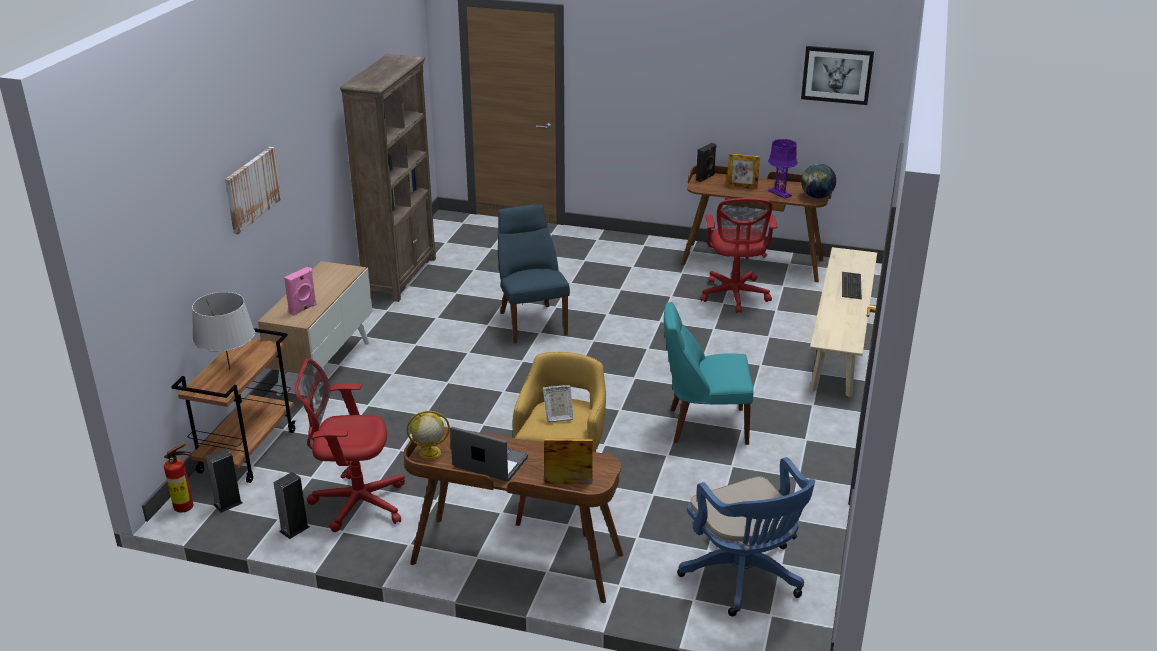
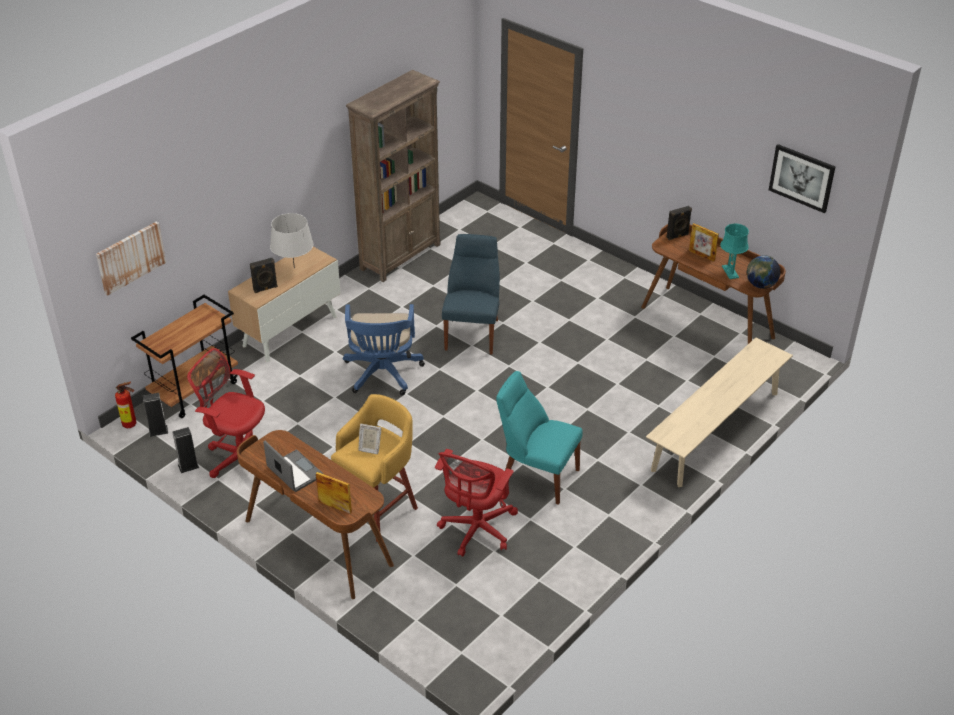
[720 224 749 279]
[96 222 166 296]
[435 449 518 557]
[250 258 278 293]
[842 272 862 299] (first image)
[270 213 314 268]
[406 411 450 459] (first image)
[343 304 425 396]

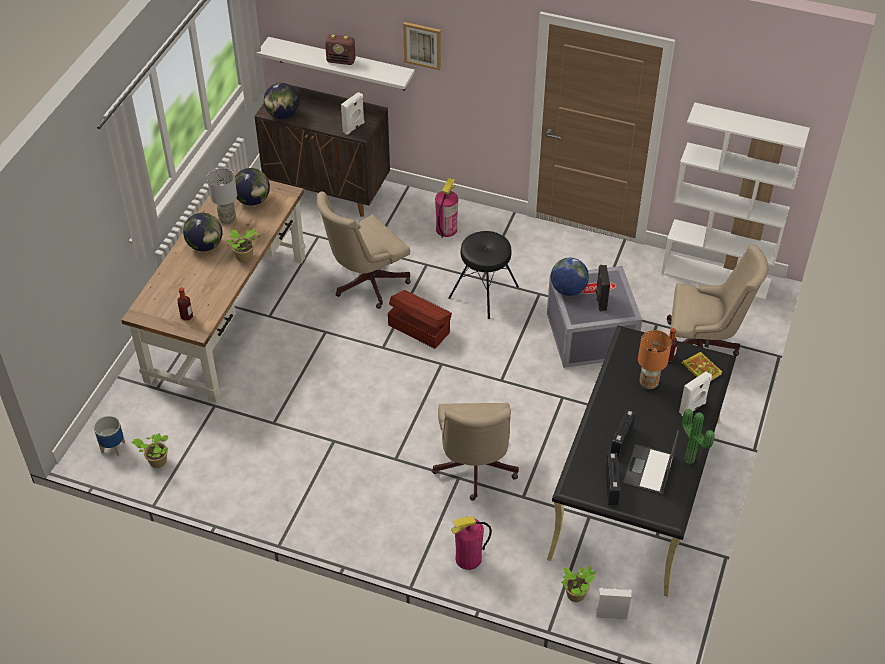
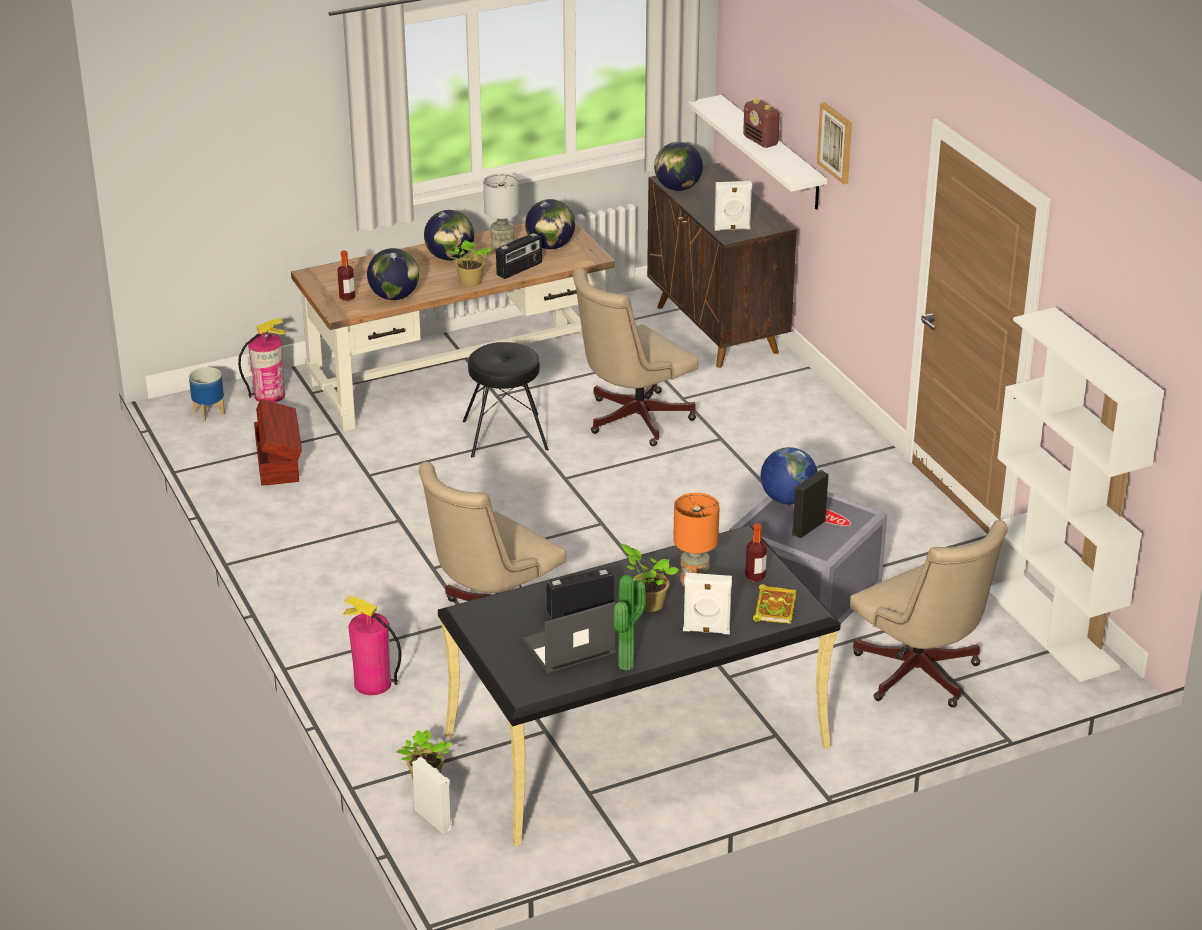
[238 318 286 402]
[573 268 698 446]
[463 342 549 458]
[254 399 302 486]
[621 544 679 612]
[496 233 542 279]
[367 248 419 300]

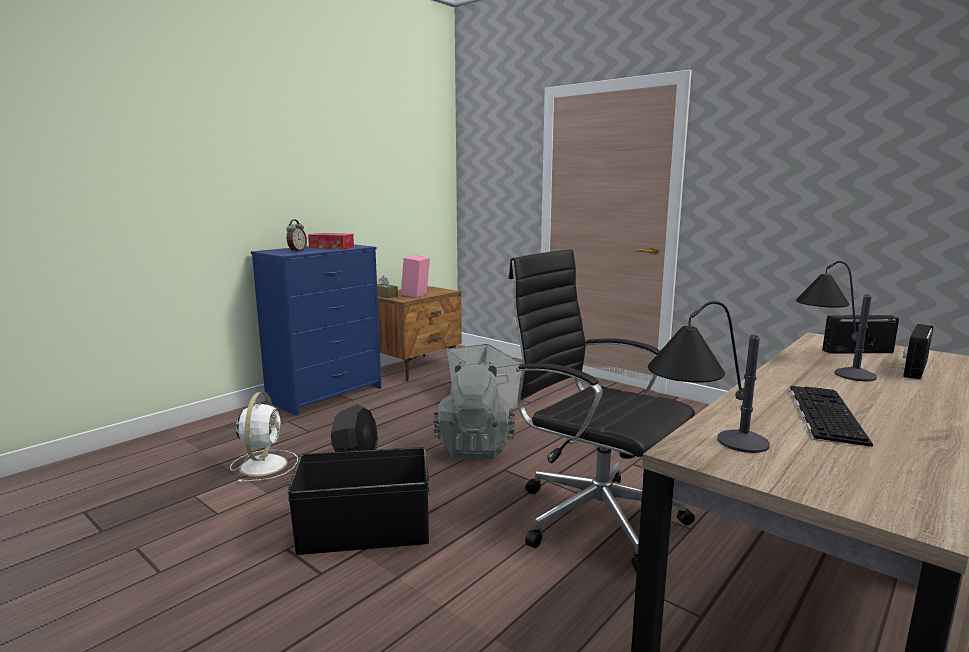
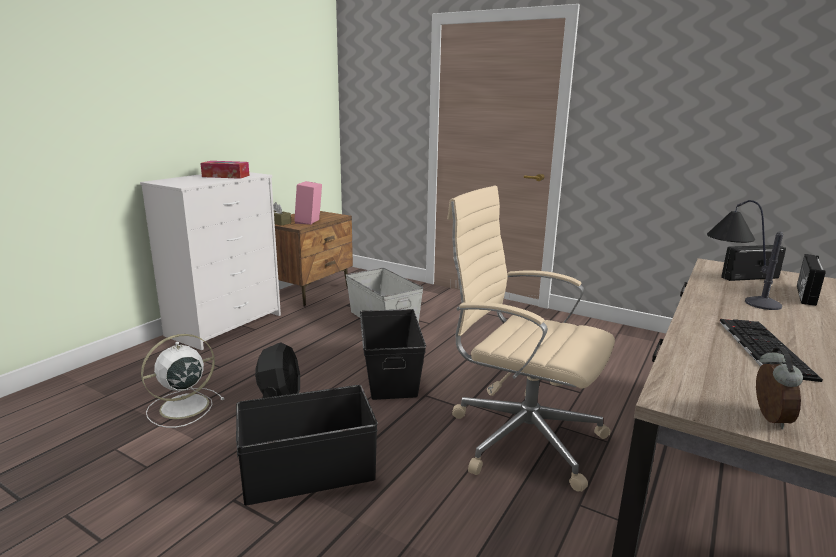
[756 347 803 429]
[140 172 281 350]
[447 186 615 492]
[648 301 770 453] (first image)
[360 309 426 400]
[141 334 224 428]

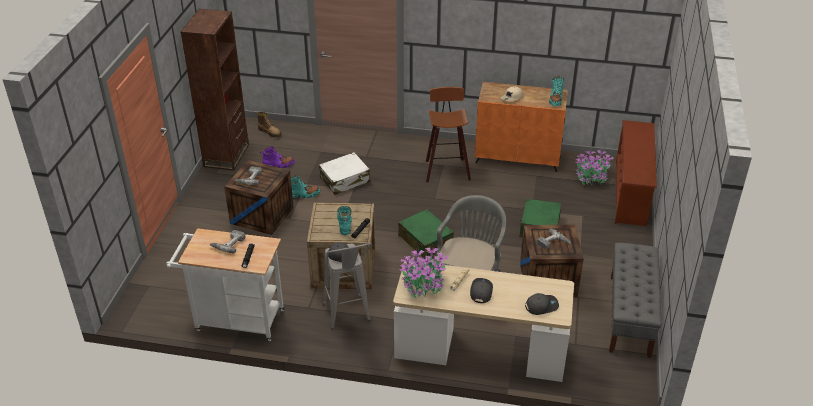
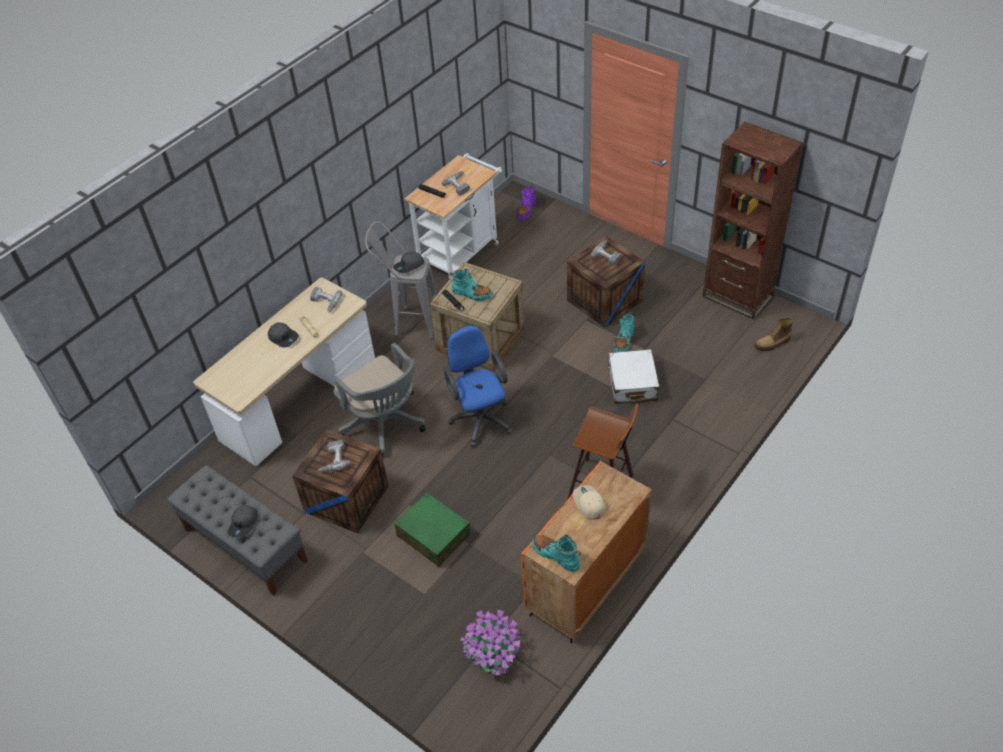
[615 120 657 226] (first image)
[516 184 536 220]
[444 325 513 447]
[310 287 342 312]
[228 505 258 537]

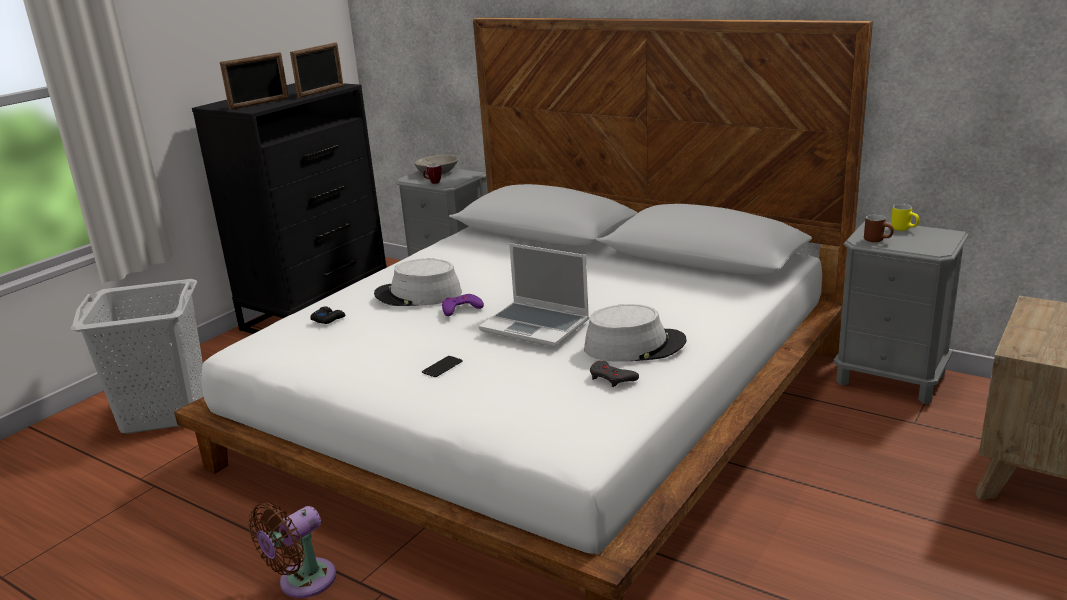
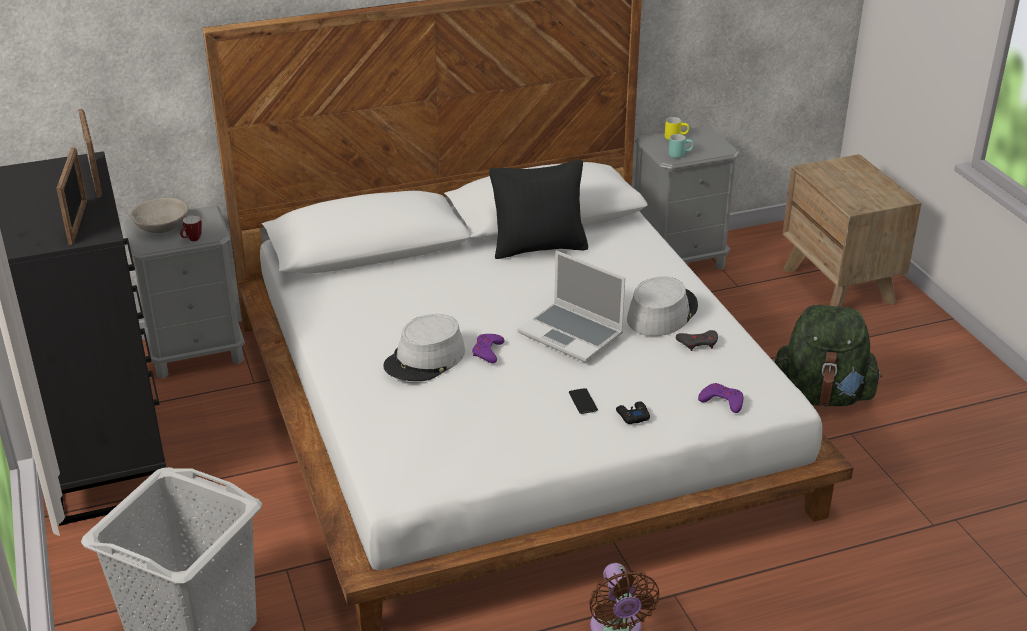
[669 134 694 158]
[518 250 625 362]
[616 401 650 424]
[489 160 588 259]
[773 305 882 407]
[698 383 743 413]

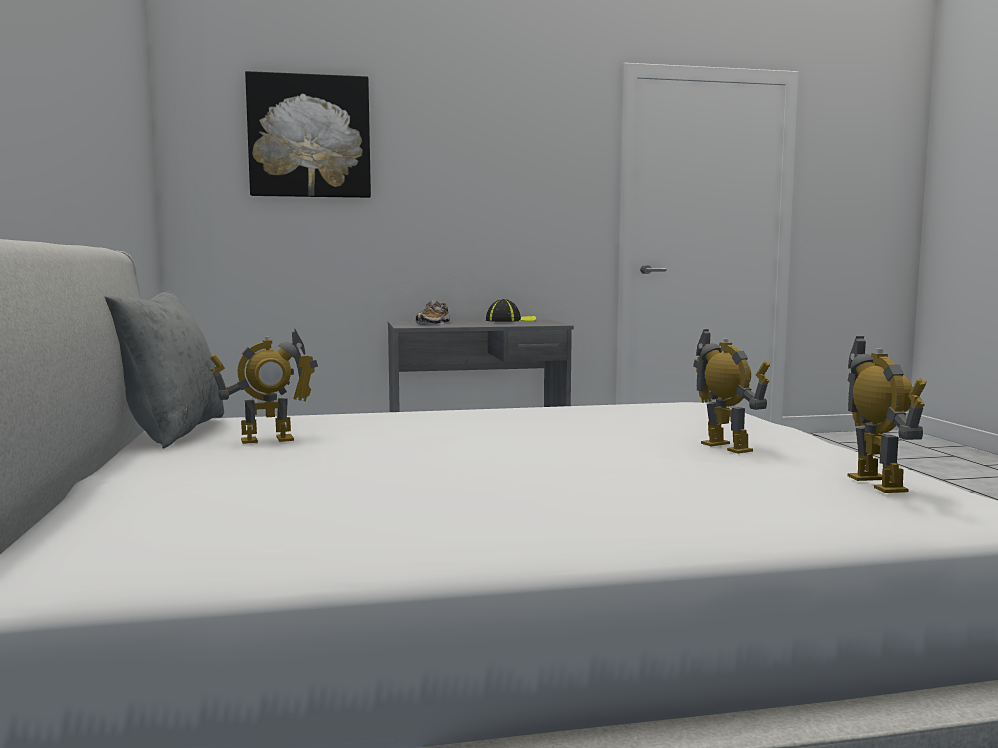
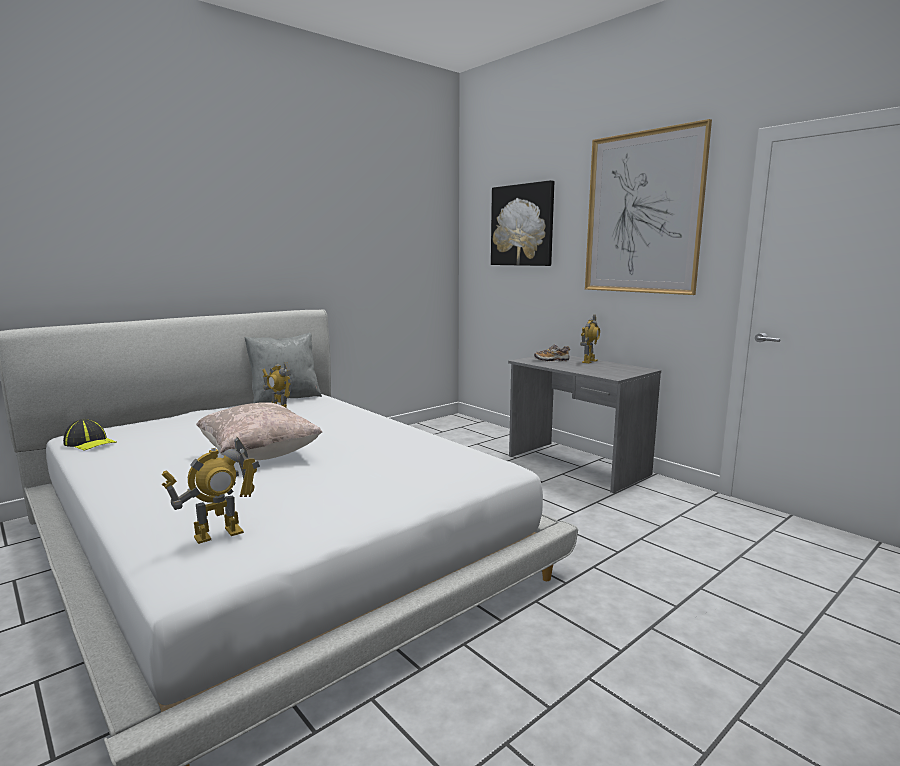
[63 419 116 451]
[580 315 600 364]
[585 119 712 295]
[196 402 322 461]

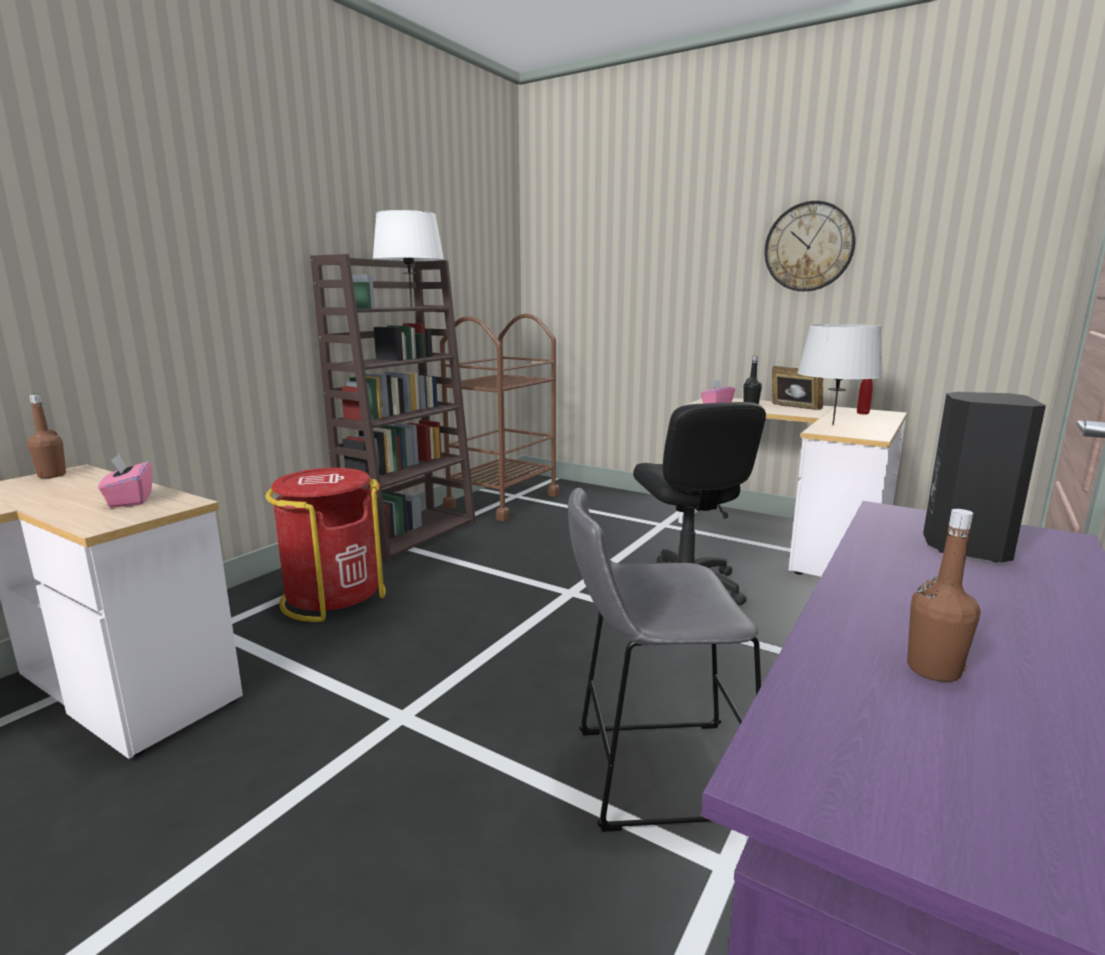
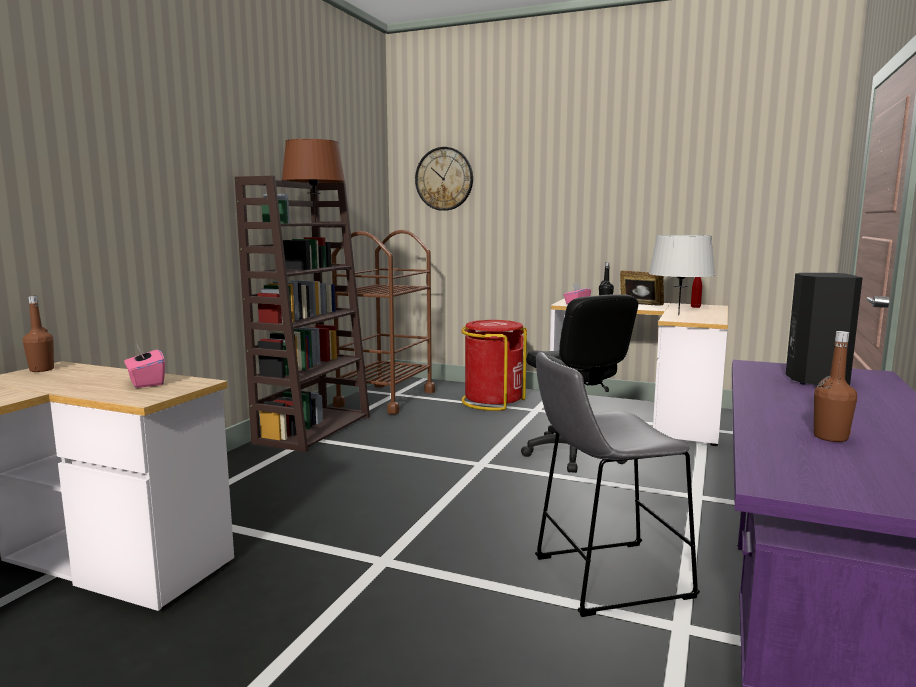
[415 147 473 211]
[282 139 345 223]
[461 320 527 411]

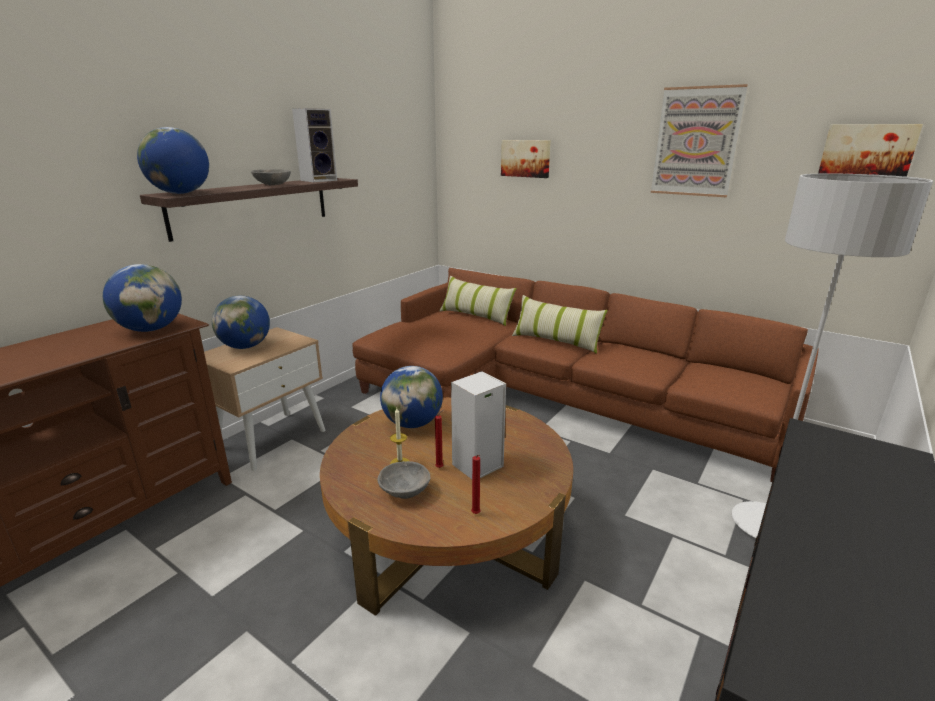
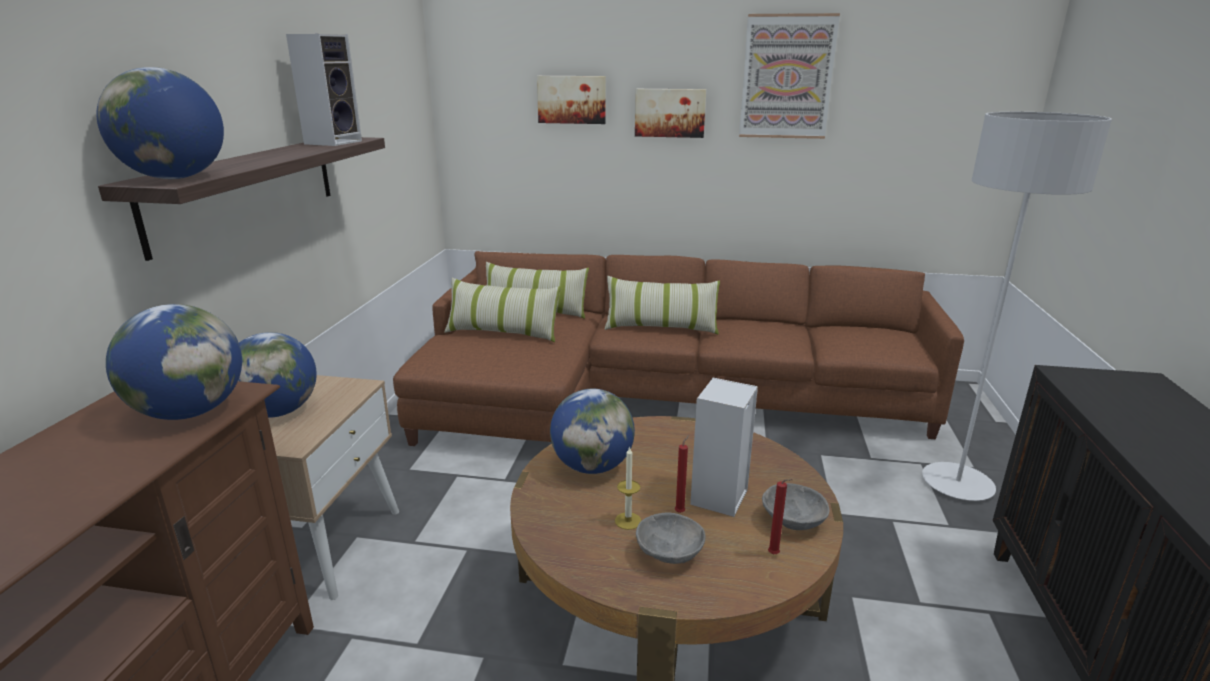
[635 89 706 138]
[762 483 829 530]
[444 278 561 342]

